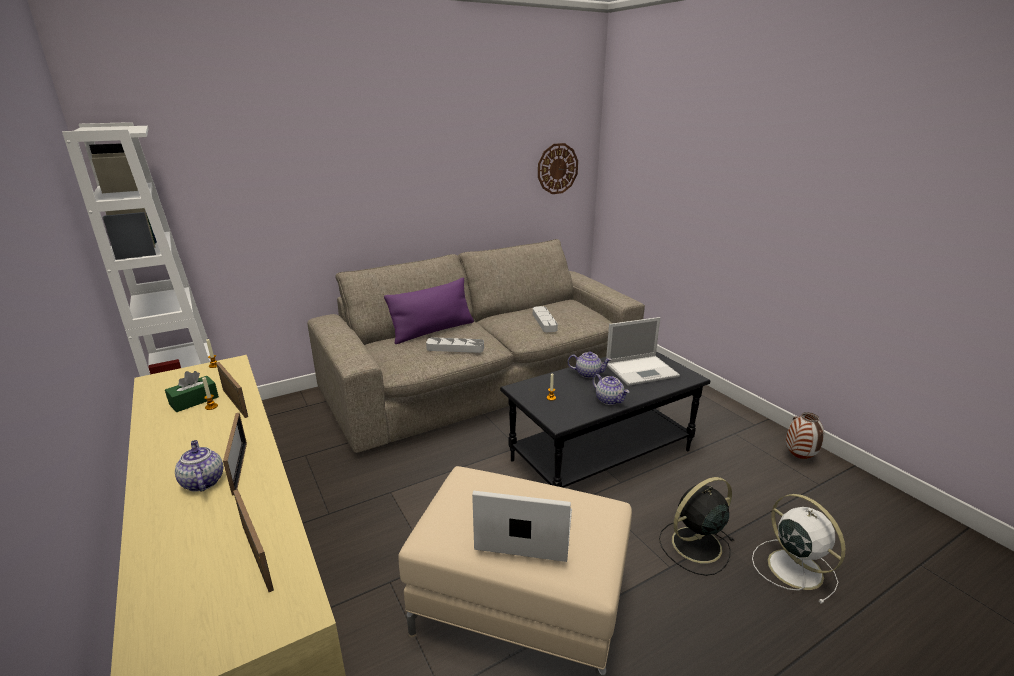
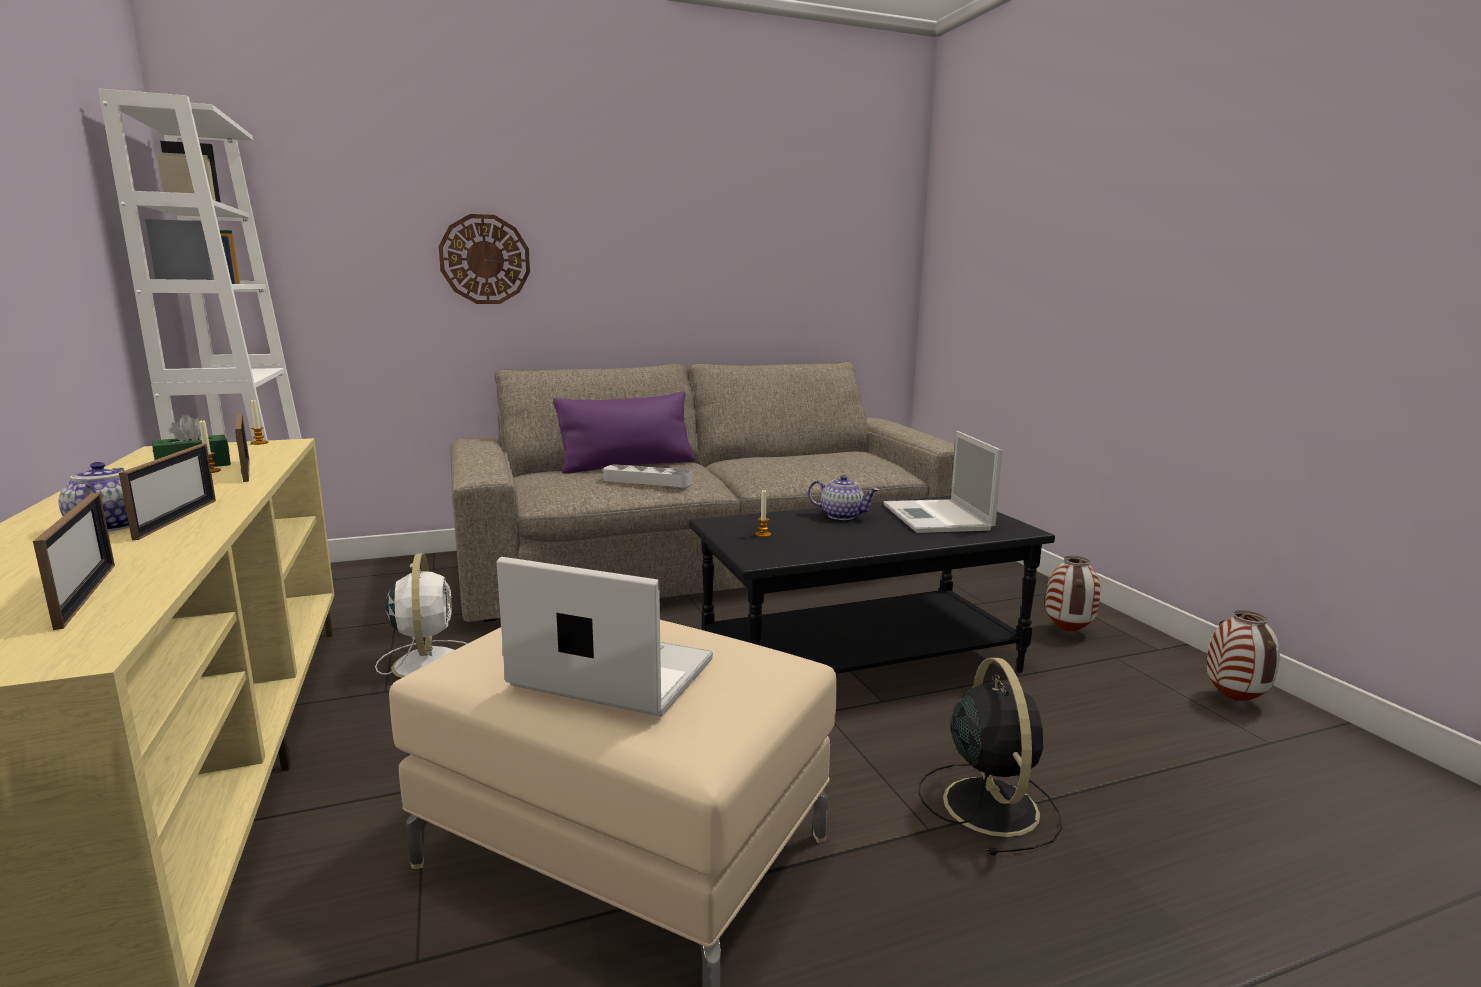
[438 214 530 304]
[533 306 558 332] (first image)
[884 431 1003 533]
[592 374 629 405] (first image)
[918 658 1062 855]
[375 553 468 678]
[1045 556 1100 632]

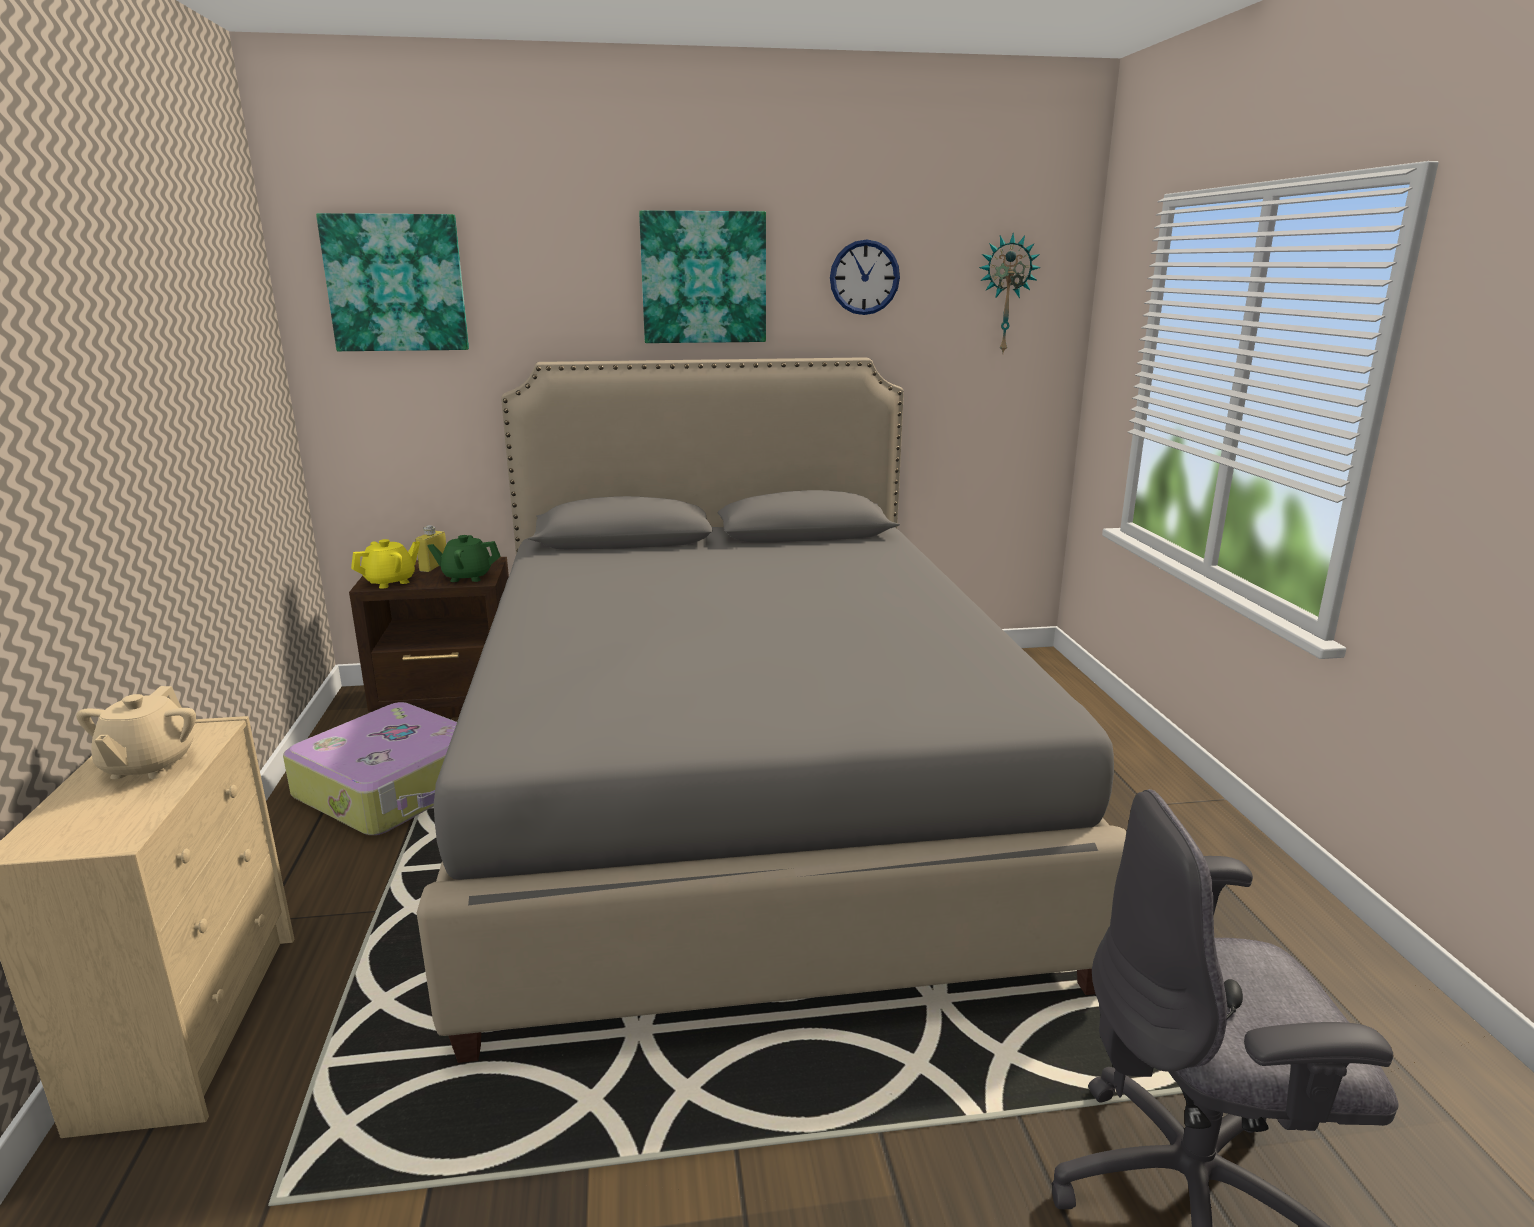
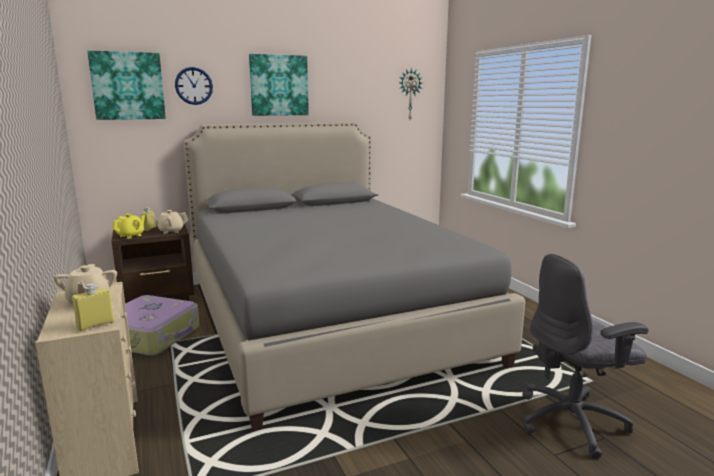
[175 67 213 105]
[151 210 188 234]
[72 283 114 331]

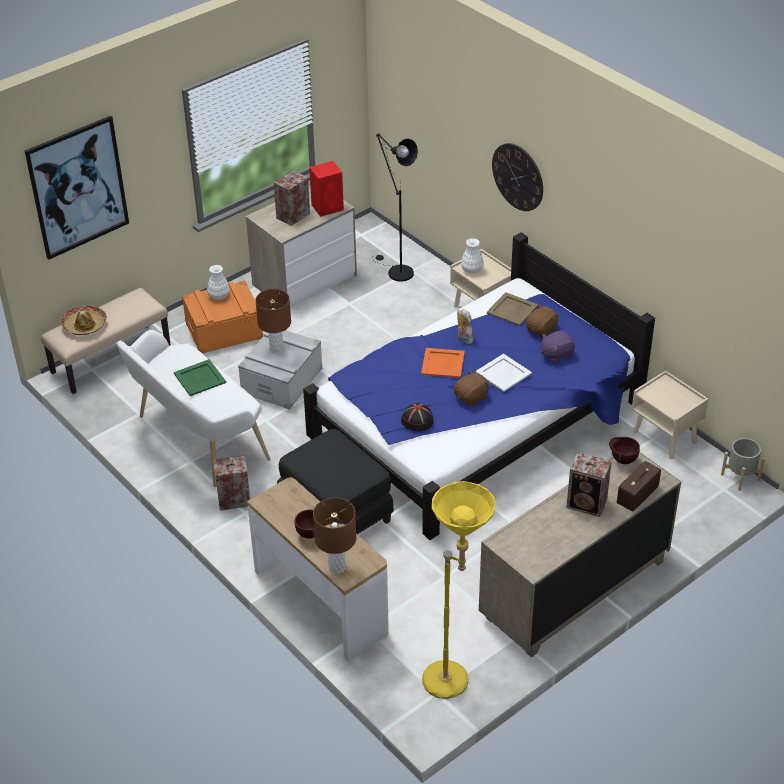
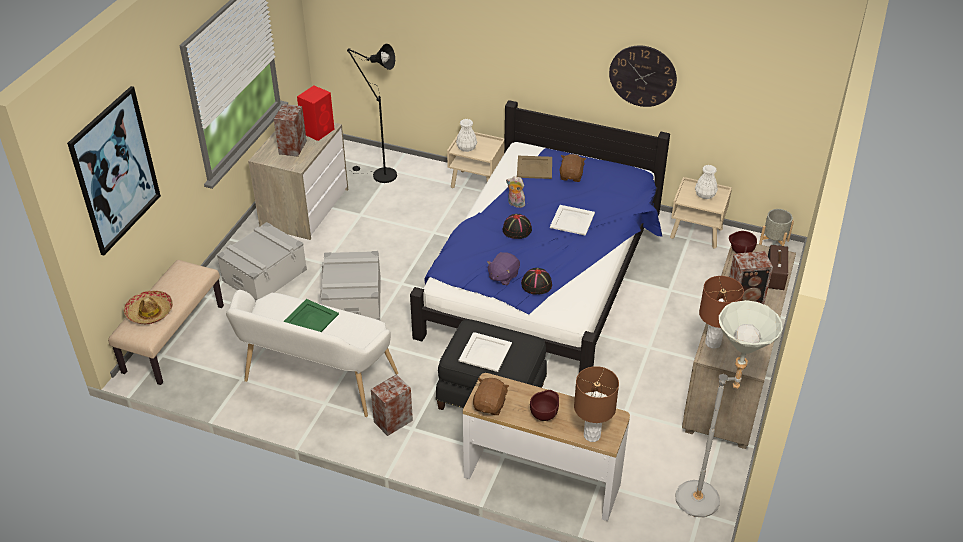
[609 45 677 107]
[695 165 718 199]
[217 222 307 301]
[699 276 744 349]
[487 252 520 285]
[503 214 532 239]
[473 378 509 415]
[675 300 783 517]
[459 332 512 372]

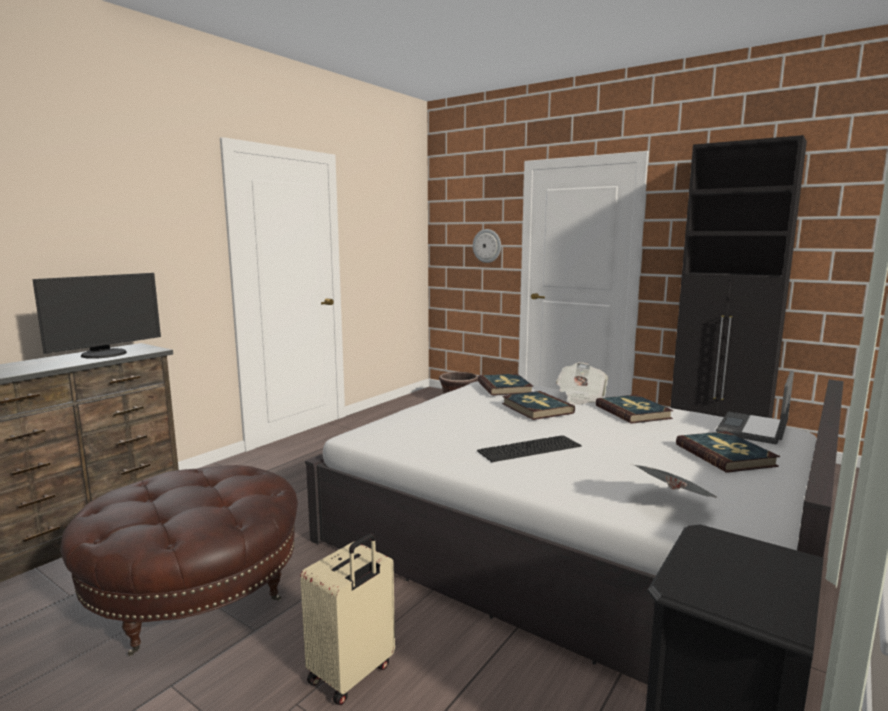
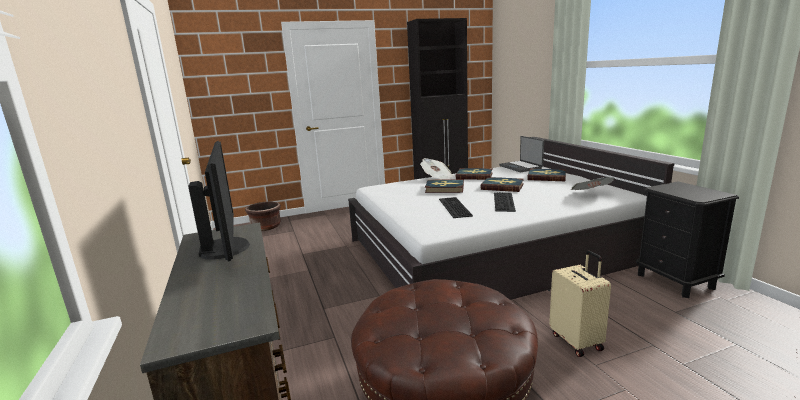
[473 229 501 263] (first image)
[481 177 524 192]
[439 197 473 218]

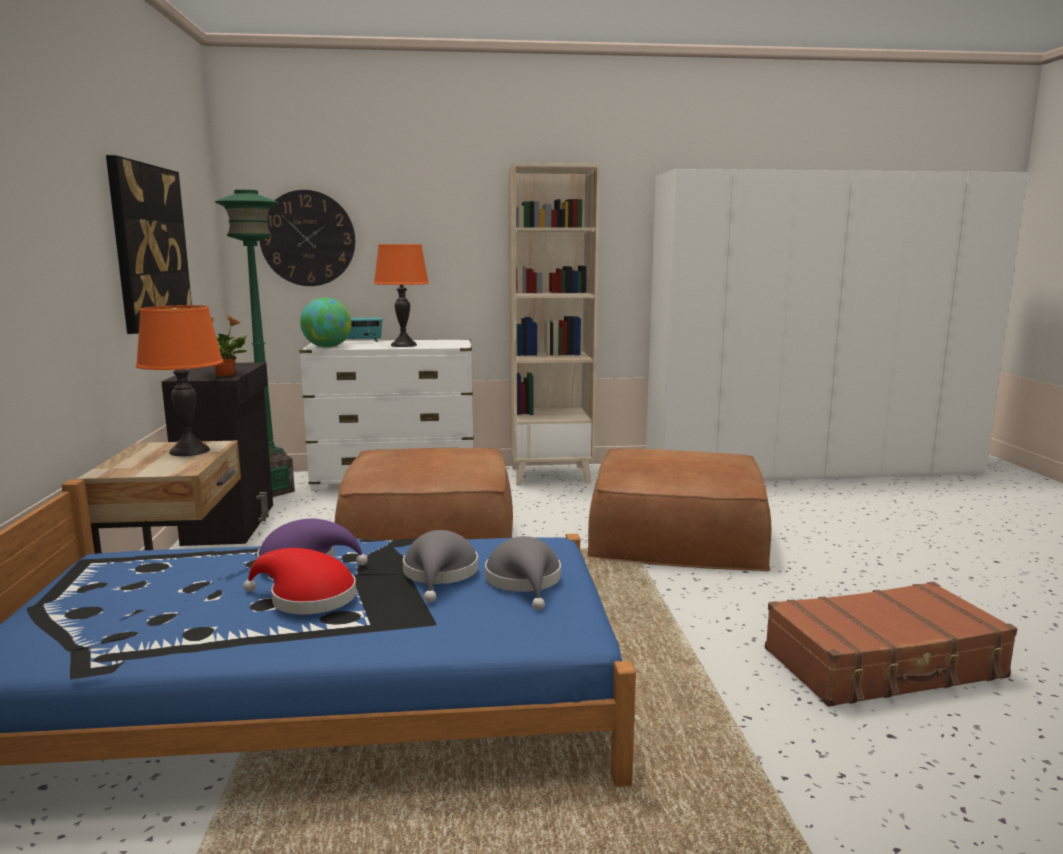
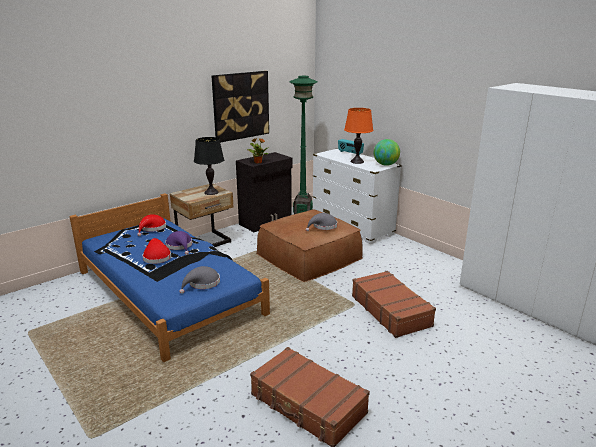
[508 163 600 486] (first image)
[259 190 355 286] (first image)
[374 139 400 166]
[194 137 224 195]
[352 271 436 338]
[306 213 337 231]
[137 214 166 236]

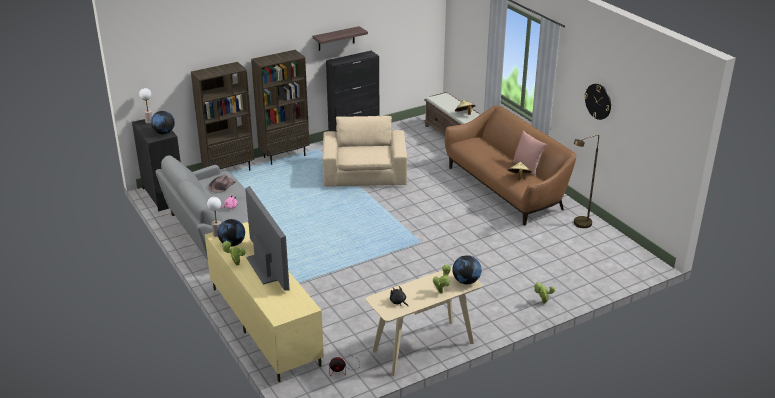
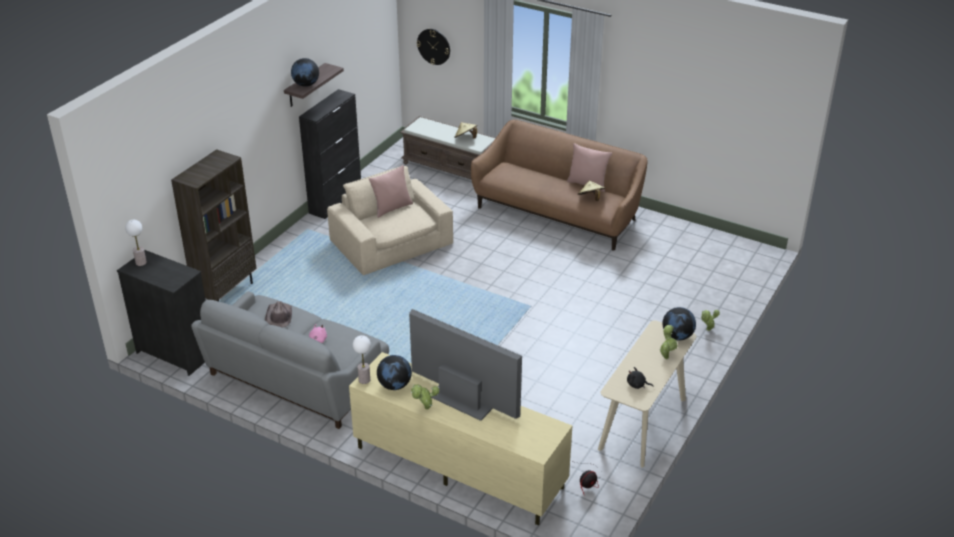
[251 50 310 165] (first image)
[417 29 450 65]
[291 58 319 87]
[574 135 599 228] (first image)
[369 165 413 218]

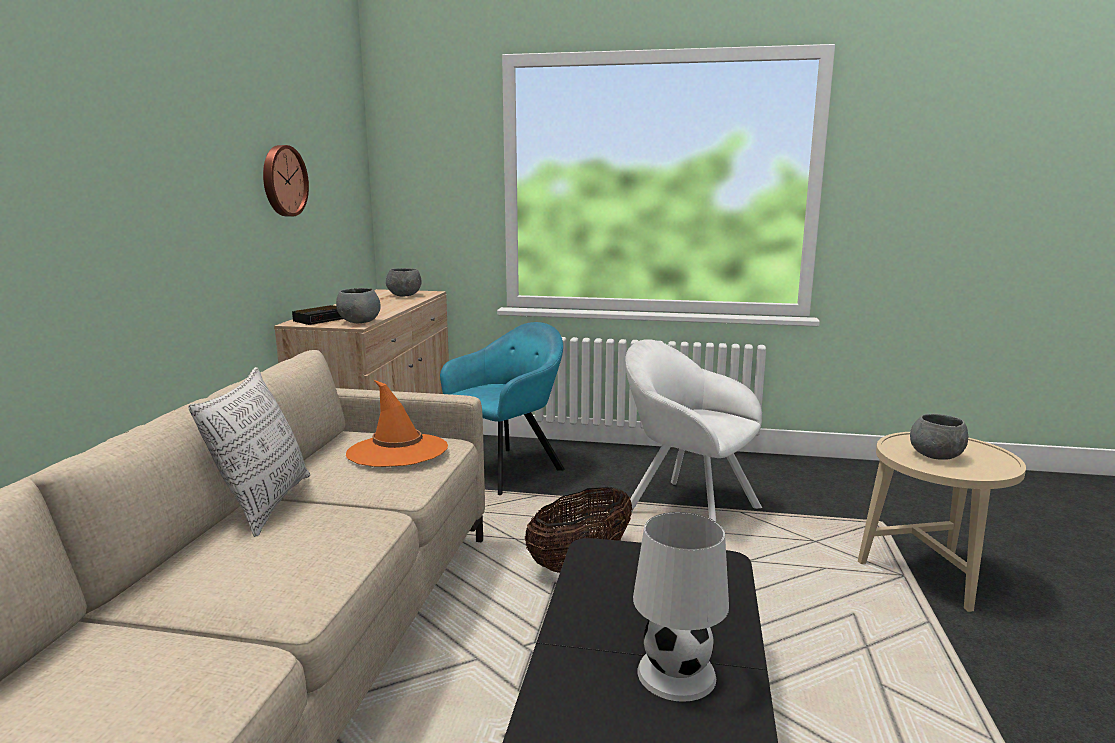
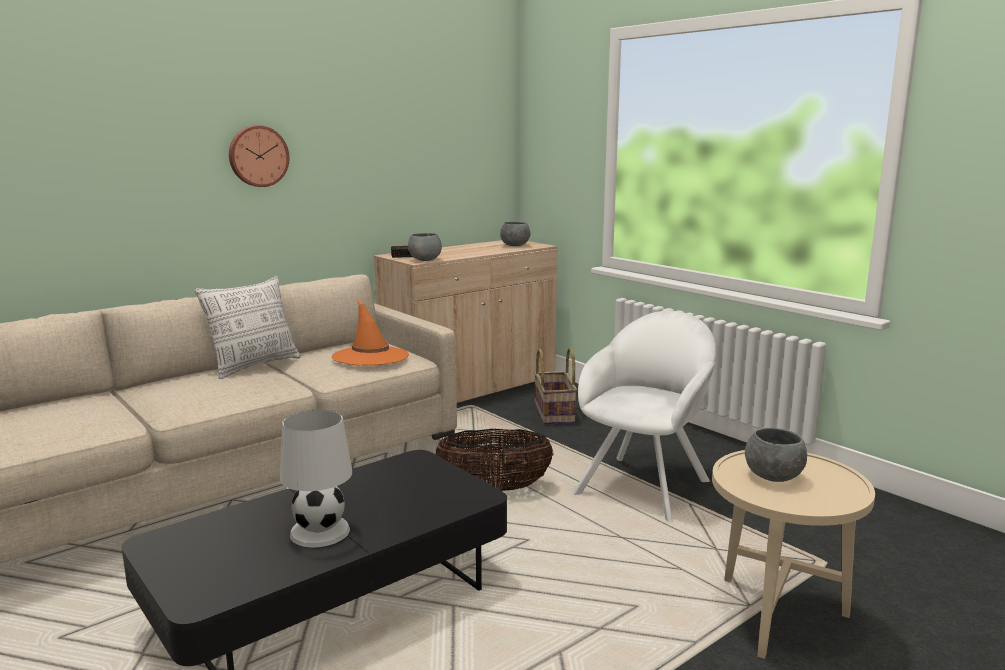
[229 126 289 187]
[534 348 577 424]
[572 311 716 523]

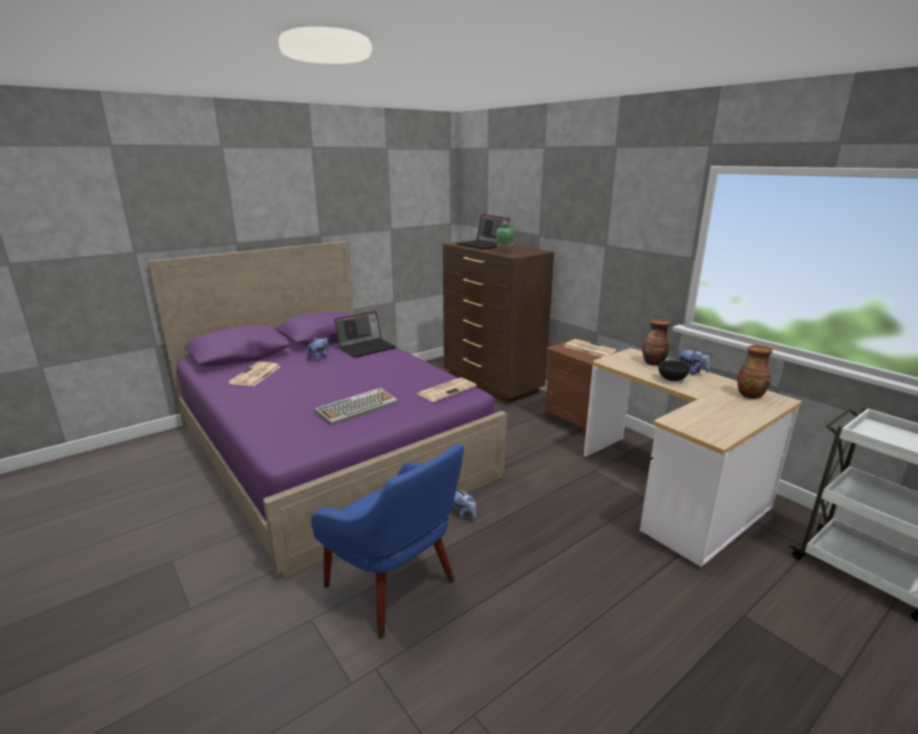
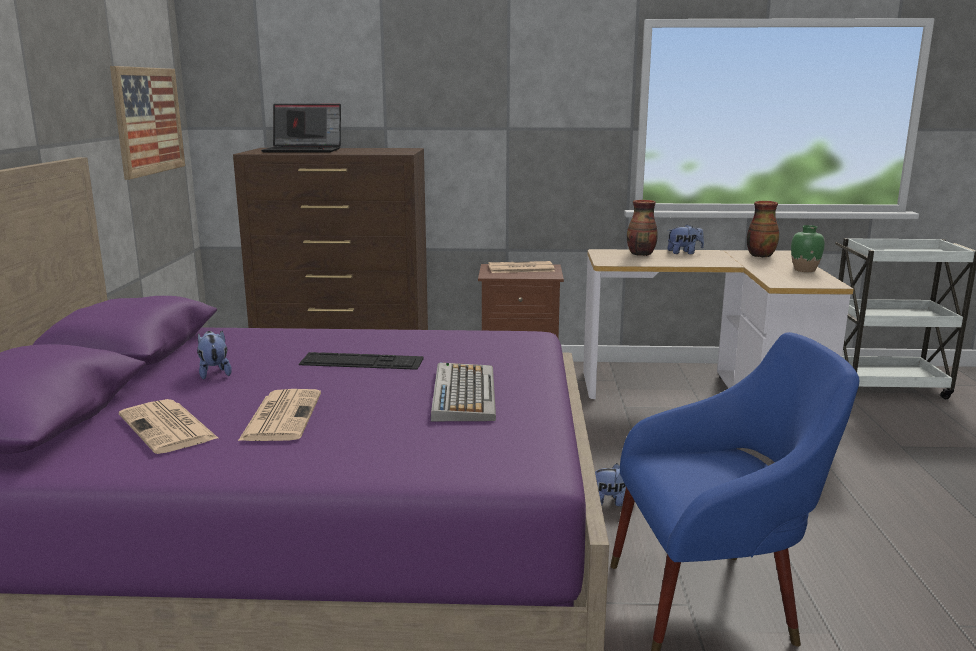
[791 225 825 272]
[334 311 396 358] (first image)
[658 360 690 381] (first image)
[238 389 321 441]
[110 66 185 180]
[299 352 423 370]

